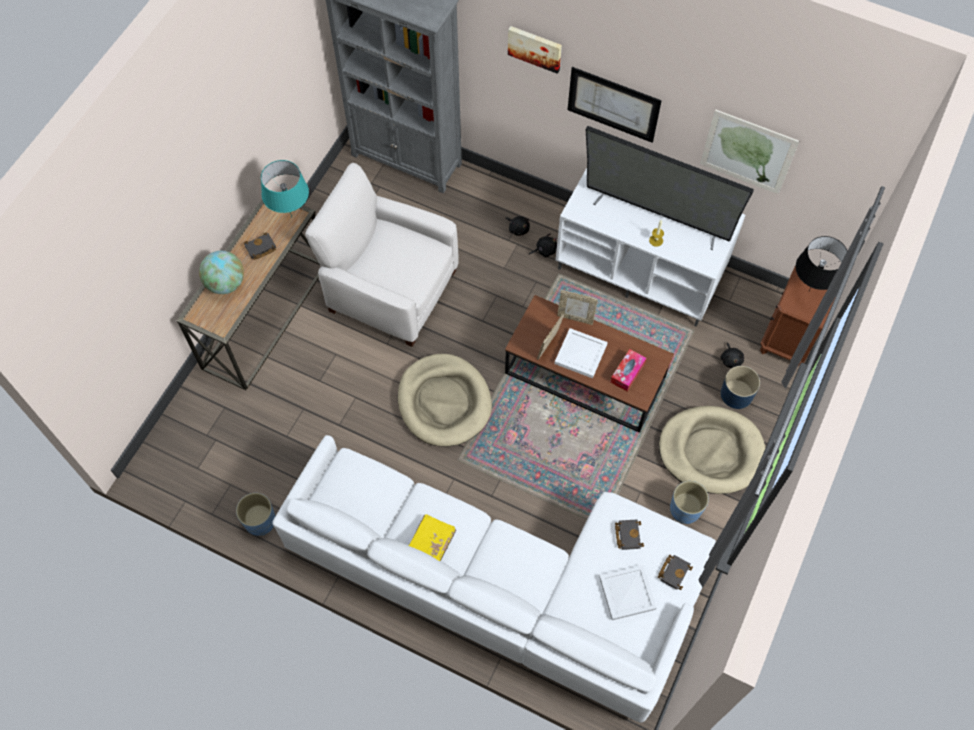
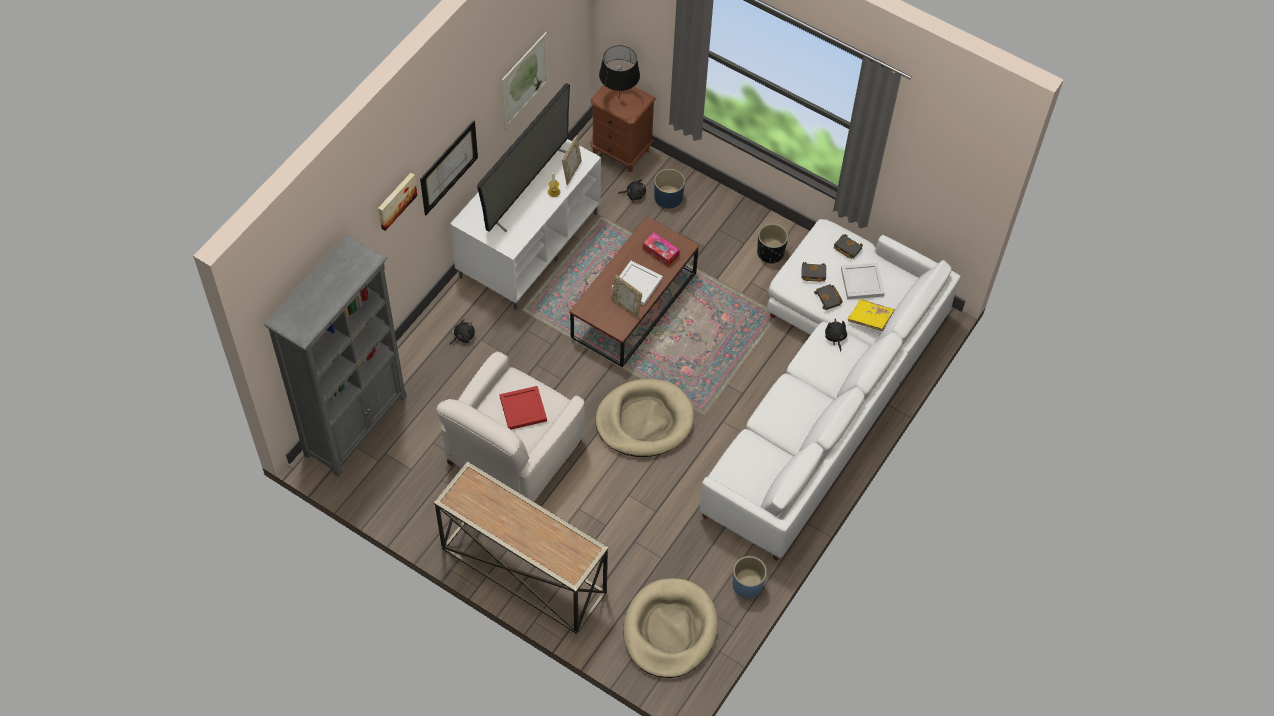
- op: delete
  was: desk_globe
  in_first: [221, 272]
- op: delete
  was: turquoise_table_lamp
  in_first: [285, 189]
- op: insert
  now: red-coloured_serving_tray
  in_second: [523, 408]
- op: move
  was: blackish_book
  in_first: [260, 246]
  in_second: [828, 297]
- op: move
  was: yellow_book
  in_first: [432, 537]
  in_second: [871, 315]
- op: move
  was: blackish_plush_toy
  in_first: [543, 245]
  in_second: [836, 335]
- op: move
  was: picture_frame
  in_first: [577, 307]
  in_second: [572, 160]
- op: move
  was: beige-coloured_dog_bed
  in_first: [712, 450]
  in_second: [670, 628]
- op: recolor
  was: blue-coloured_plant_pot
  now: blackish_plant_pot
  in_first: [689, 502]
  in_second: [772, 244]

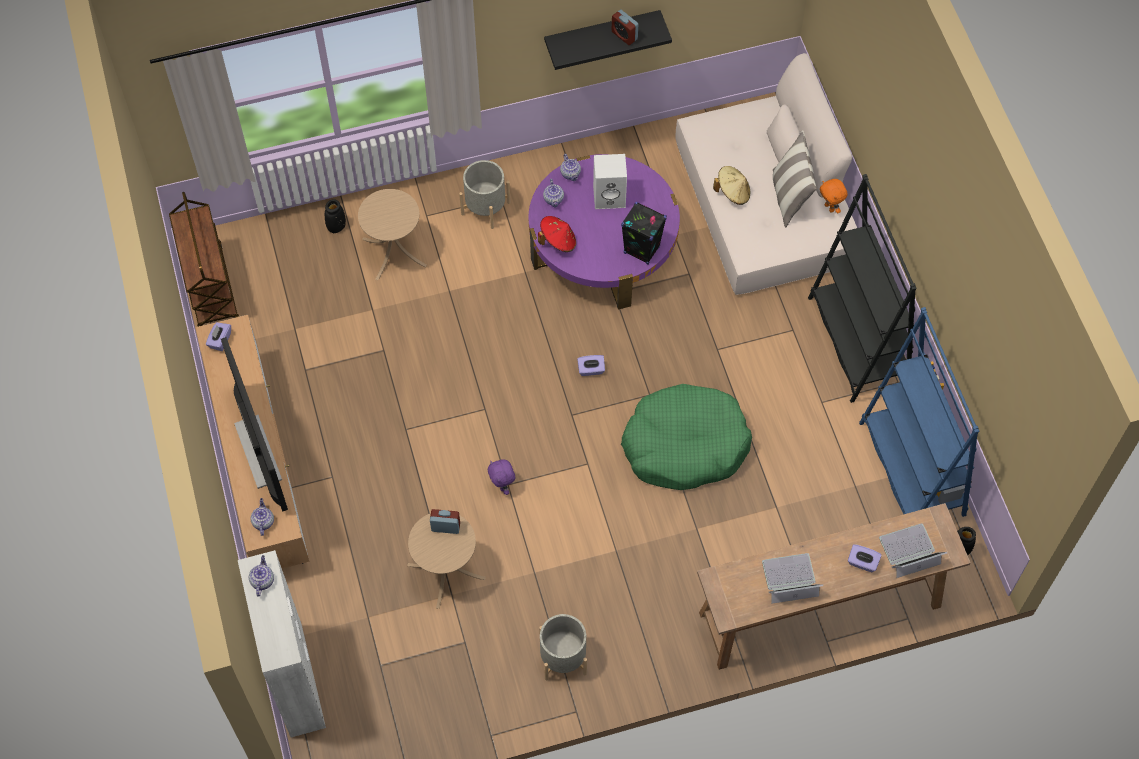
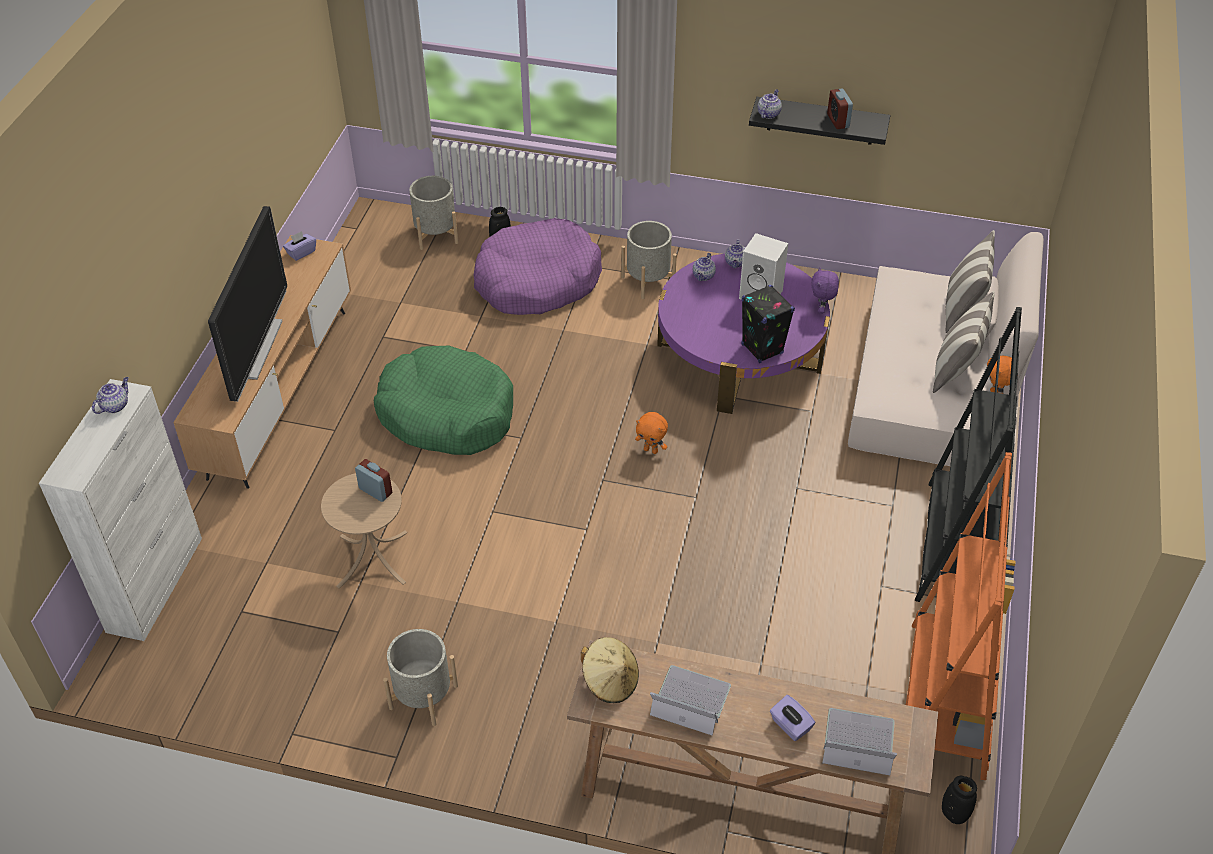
- op: delete
  was: brownish_wheeled_cart
  in_first: [204, 259]
- op: delete
  was: red-coloured_hat
  in_first: [557, 234]
- op: insert
  now: grey_plant_pot
  in_second: [433, 213]
- op: insert
  now: throw_pillow
  in_second: [970, 281]
- op: move
  was: teapot
  in_first: [262, 517]
  in_second: [769, 104]
- op: move
  was: purplish_plush_toy
  in_first: [501, 477]
  in_second: [825, 291]
- op: move
  was: green-coloured_dog_bed
  in_first: [686, 437]
  in_second: [443, 400]
- op: move
  was: beige-coloured_hat
  in_first: [731, 185]
  in_second: [610, 670]
- op: replace
  was: beige-coloured_end_table
  now: purplish_dog_bed
  in_first: [392, 234]
  in_second: [538, 266]
- op: replace
  was: purplish_tissue_holder
  now: orange_plush_toy
  in_first: [591, 365]
  in_second: [651, 433]
- op: recolor
  was: blue-coloured_bookshelf
  now: orange_bookshelf
  in_first: [919, 412]
  in_second: [961, 616]

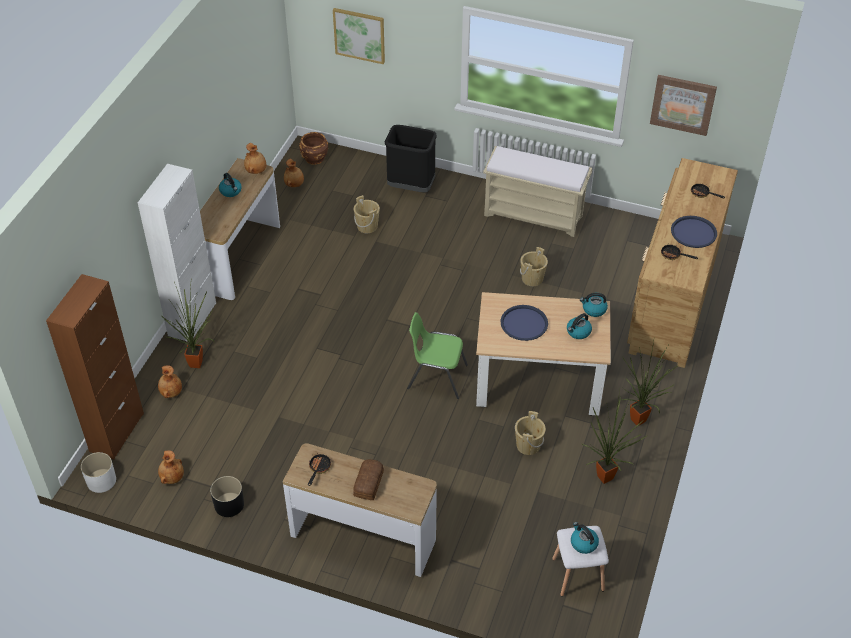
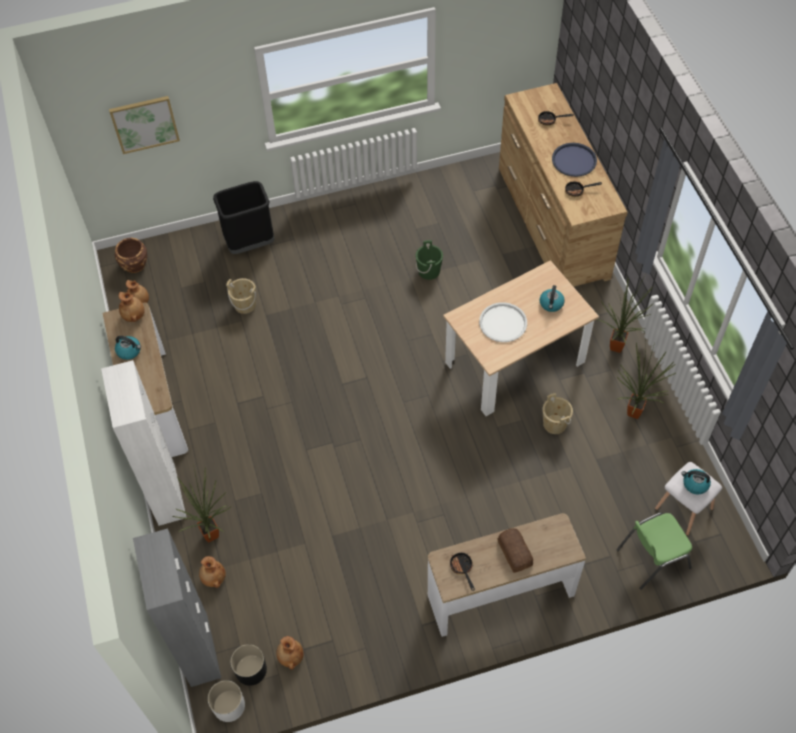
- op: delete
  was: beige-coloured_indoor_bench
  in_first: [537, 191]
- op: delete
  was: water_kettle
  in_first: [594, 305]
- op: delete
  was: picture
  in_first: [683, 105]
- op: move
  was: blackish_plant_pot
  in_first: [227, 496]
  in_second: [249, 665]
- op: move
  was: green-coloured_upright_chair
  in_first: [437, 355]
  in_second: [654, 551]
- op: recolor
  was: brownish_cabinet
  now: grey_cabinet
  in_first: [95, 366]
  in_second: [177, 607]
- op: recolor
  was: blue-coloured_serving_tray
  now: white_serving_tray
  in_first: [524, 323]
  in_second: [503, 322]
- op: recolor
  was: beige-coloured_water_bucket
  now: green-coloured_water_bucket
  in_first: [534, 266]
  in_second: [429, 260]

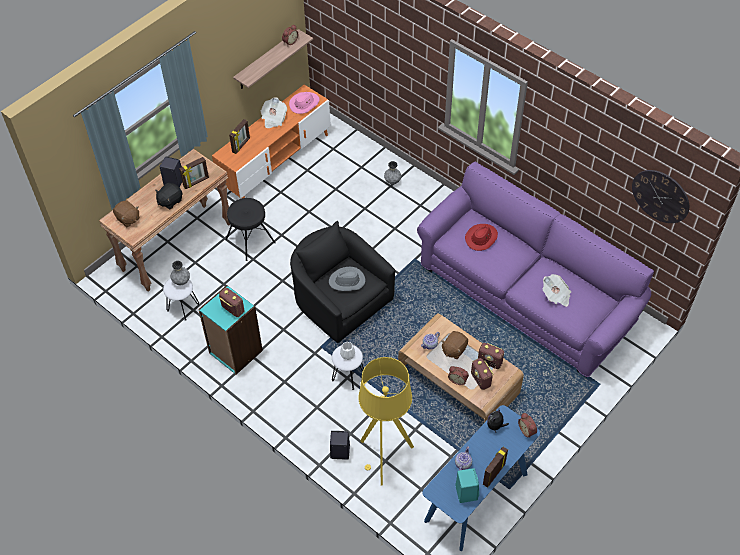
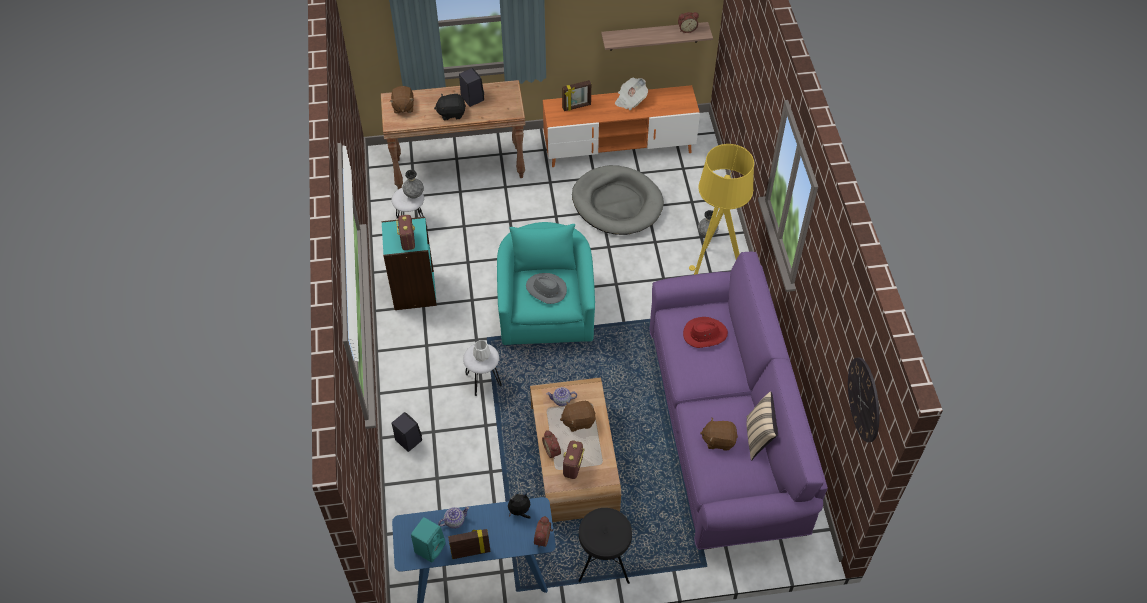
- op: delete
  was: picture_frame
  in_first: [194, 173]
- op: delete
  was: pink_hat
  in_first: [304, 103]
- op: delete
  was: radio
  in_first: [491, 356]
- op: insert
  now: grey_dog_bed
  in_second: [618, 200]
- op: insert
  now: beige-coloured_throw_pillow
  in_second: [762, 425]
- op: move
  was: blackish_sitting_stool
  in_first: [251, 229]
  in_second: [605, 546]
- op: move
  was: yellow_standard_lamp
  in_first: [386, 421]
  in_second: [721, 209]
- op: replace
  was: daily_paper
  now: brownish_plush_toy
  in_first: [557, 290]
  in_second: [719, 434]
- op: recolor
  was: blackish_lounge_chair
  now: turquoise_lounge_chair
  in_first: [342, 282]
  in_second: [546, 283]

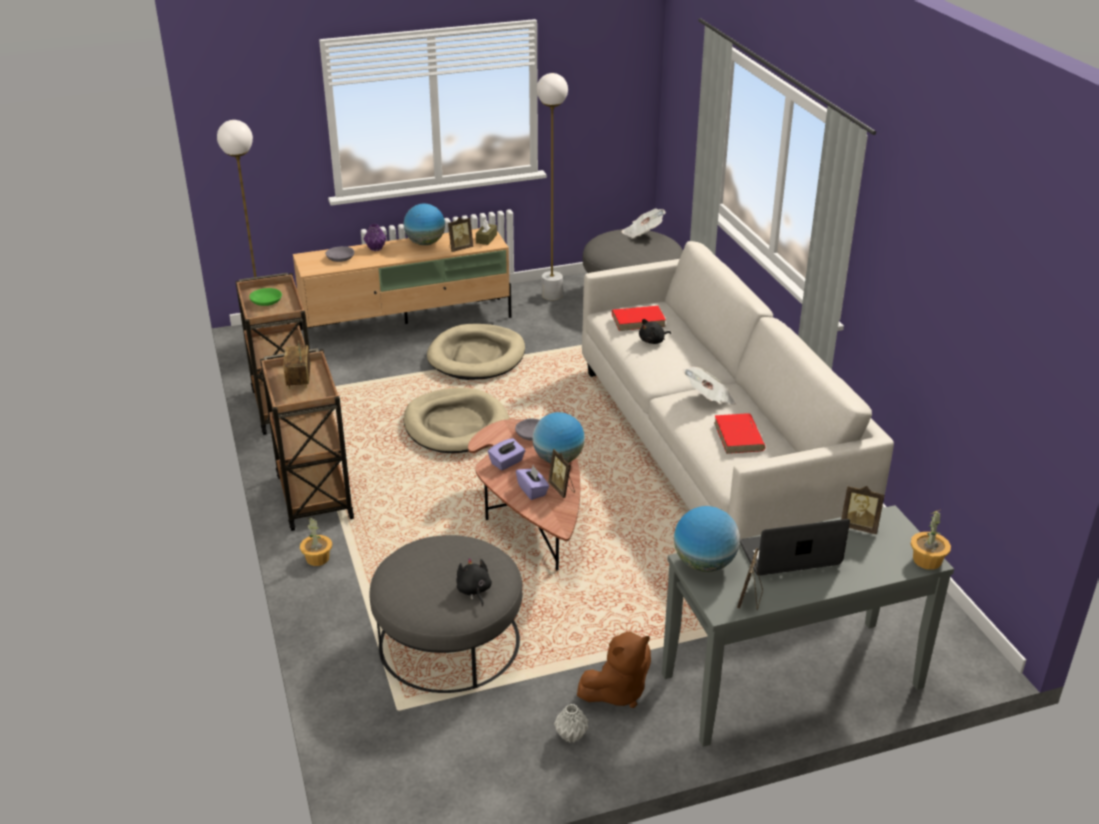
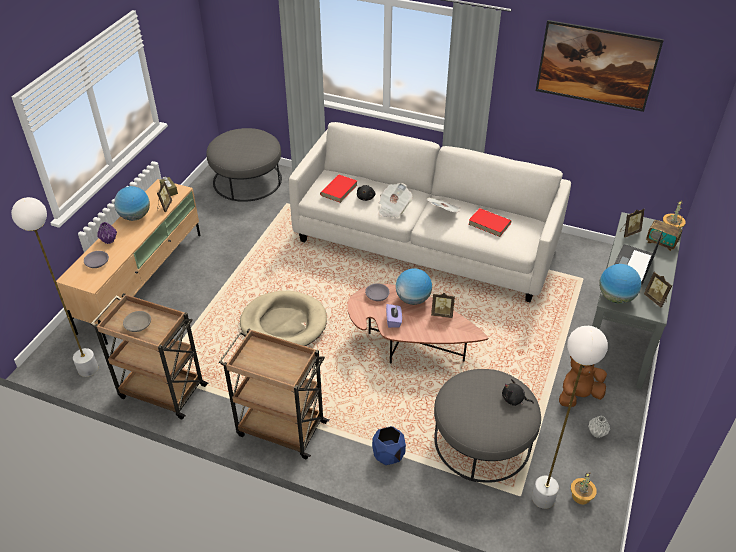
- op: delete
  was: beige-coloured_dog_bed
  in_first: [476, 352]
- op: delete
  was: purplish_tissue_holder
  in_first: [532, 483]
- op: insert
  now: blue-coloured_plant_pot
  in_second: [389, 445]
- op: insert
  now: picture
  in_second: [600, 66]
- op: move
  was: radio
  in_first: [296, 365]
  in_second: [664, 233]
- op: move
  was: houseplant
  in_first: [316, 541]
  in_second: [584, 489]
- op: move
  was: white_standard_lamp
  in_first: [552, 186]
  in_second: [570, 417]
- op: move
  was: daily_paper
  in_first: [644, 224]
  in_second: [395, 200]
- op: recolor
  was: green-coloured_deep_dish
  now: grey_deep_dish
  in_first: [265, 297]
  in_second: [137, 321]
- op: rotate
  was: brownish_plush_toy
  in_first: [614, 669]
  in_second: [583, 381]
  clockwise: -120

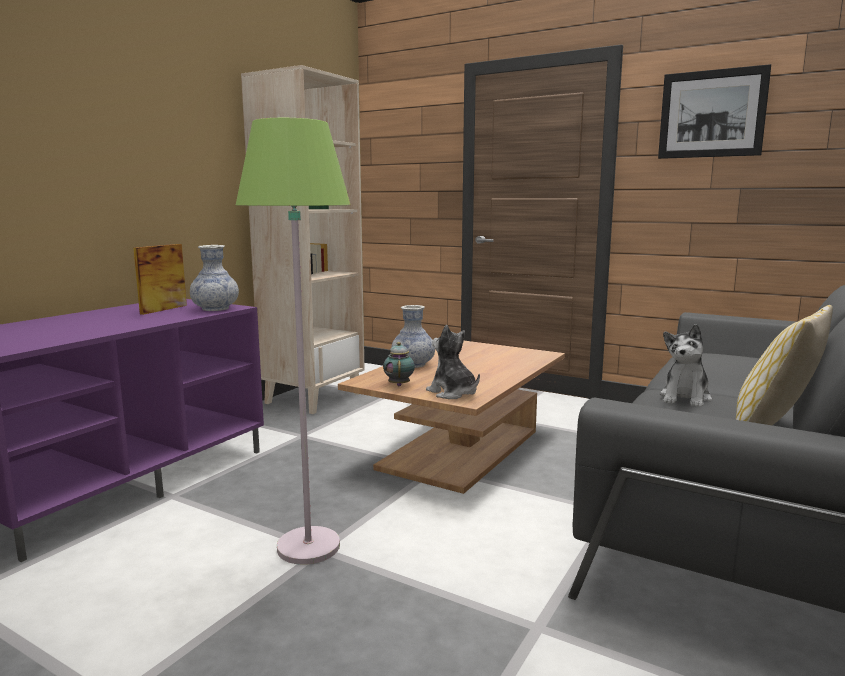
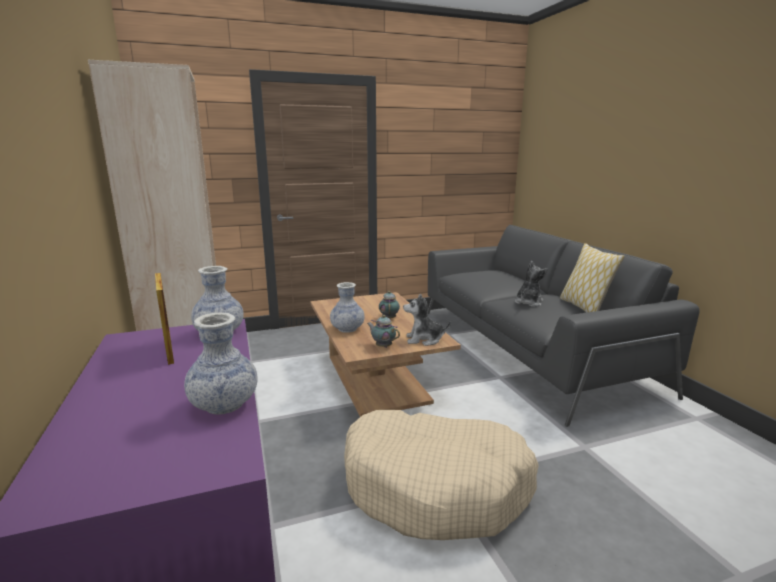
- op: delete
  was: picture
  in_first: [714, 111]
- op: insert
  now: vase
  in_second: [221, 363]
- op: insert
  now: teapot
  in_second: [389, 305]
- op: replace
  was: green-coloured_standard_lamp
  now: beige-coloured_dog_bed
  in_first: [293, 341]
  in_second: [441, 475]
- op: rotate
  was: plush_toy
  in_first: [686, 365]
  in_second: [531, 284]
  clockwise: -120

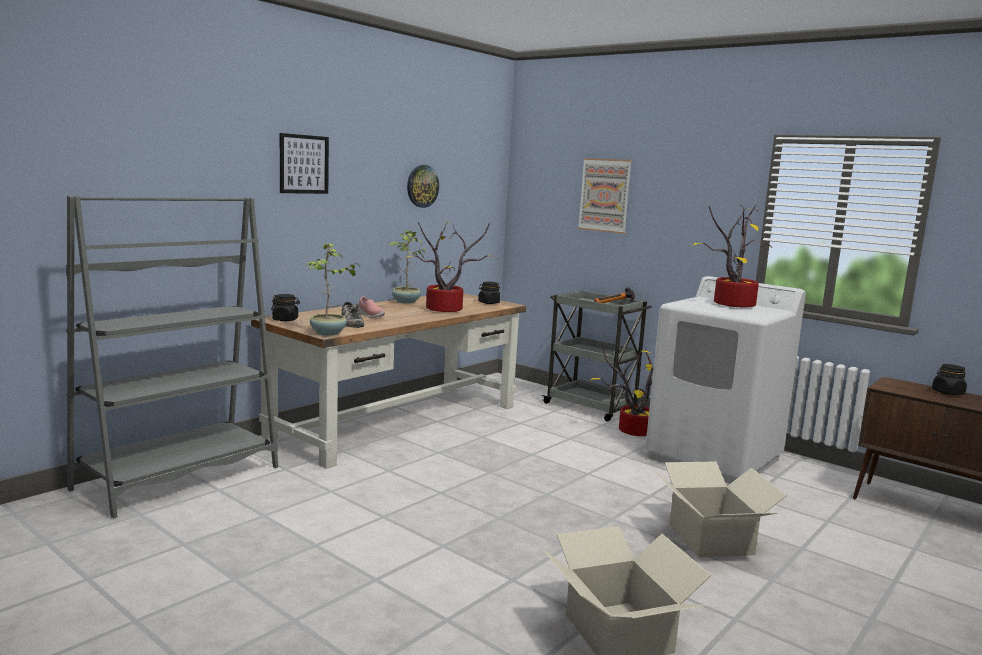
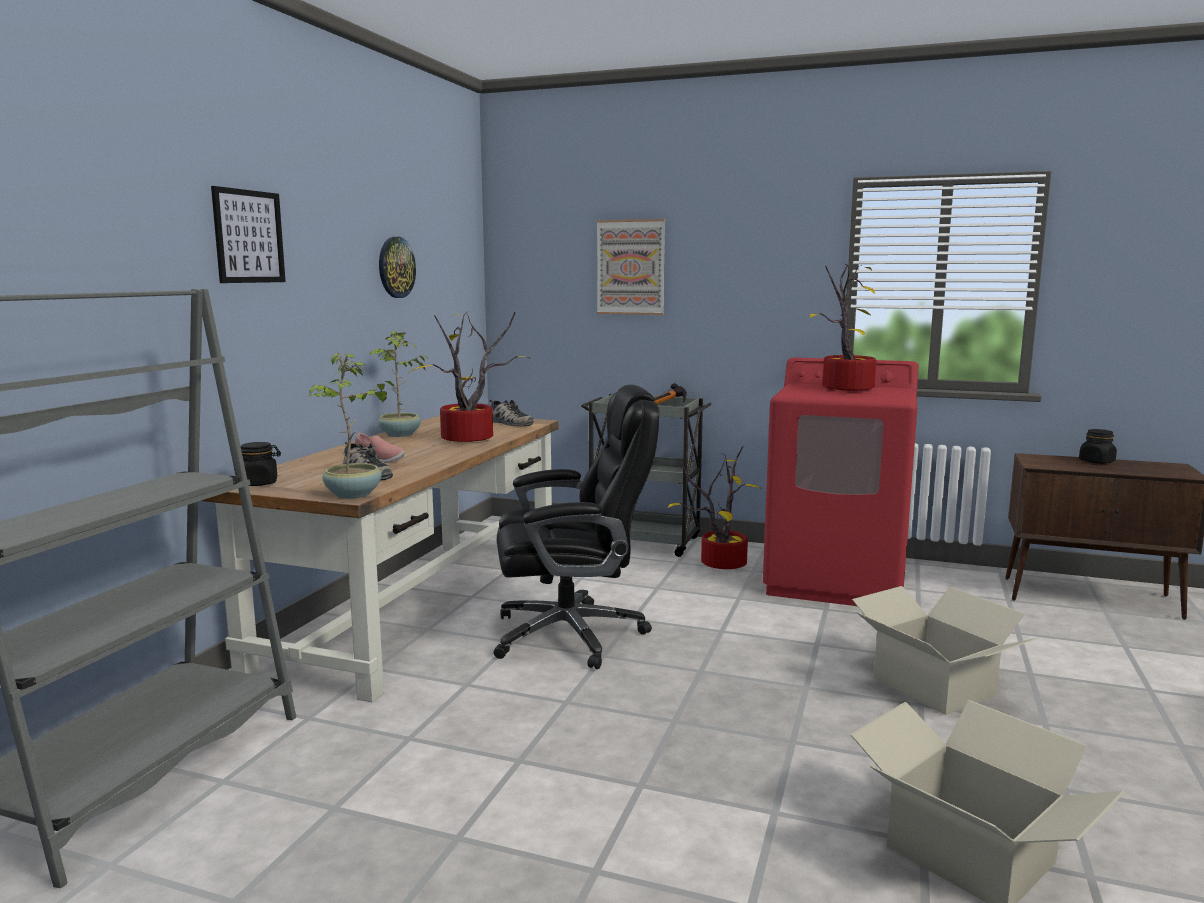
- op: insert
  now: blackish_office_chair
  in_second: [576, 527]
- op: replace
  was: blackish_preserve_jar
  now: low_shoe
  in_first: [489, 293]
  in_second: [511, 413]
- op: recolor
  was: white_washing_machine
  now: red-coloured_washing_machine
  in_first: [725, 380]
  in_second: [841, 481]

